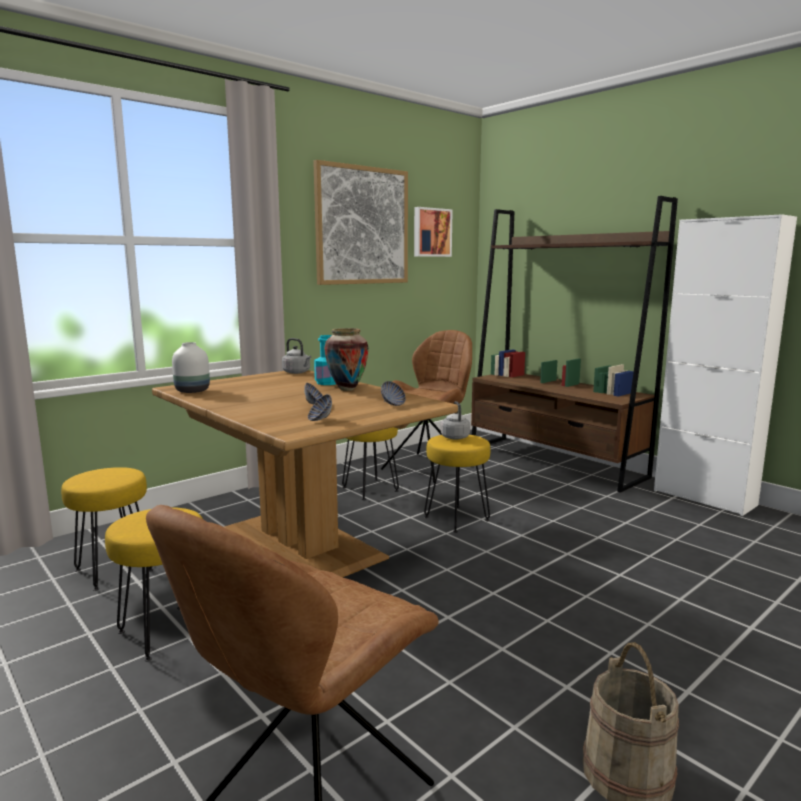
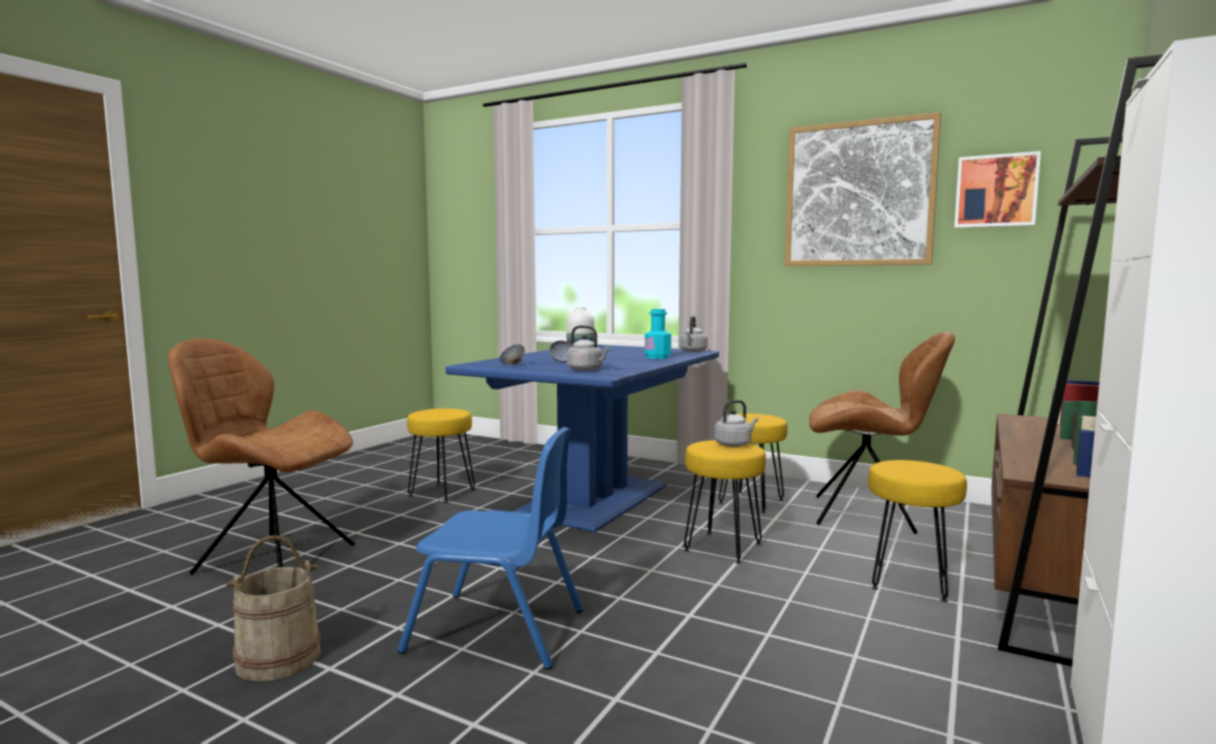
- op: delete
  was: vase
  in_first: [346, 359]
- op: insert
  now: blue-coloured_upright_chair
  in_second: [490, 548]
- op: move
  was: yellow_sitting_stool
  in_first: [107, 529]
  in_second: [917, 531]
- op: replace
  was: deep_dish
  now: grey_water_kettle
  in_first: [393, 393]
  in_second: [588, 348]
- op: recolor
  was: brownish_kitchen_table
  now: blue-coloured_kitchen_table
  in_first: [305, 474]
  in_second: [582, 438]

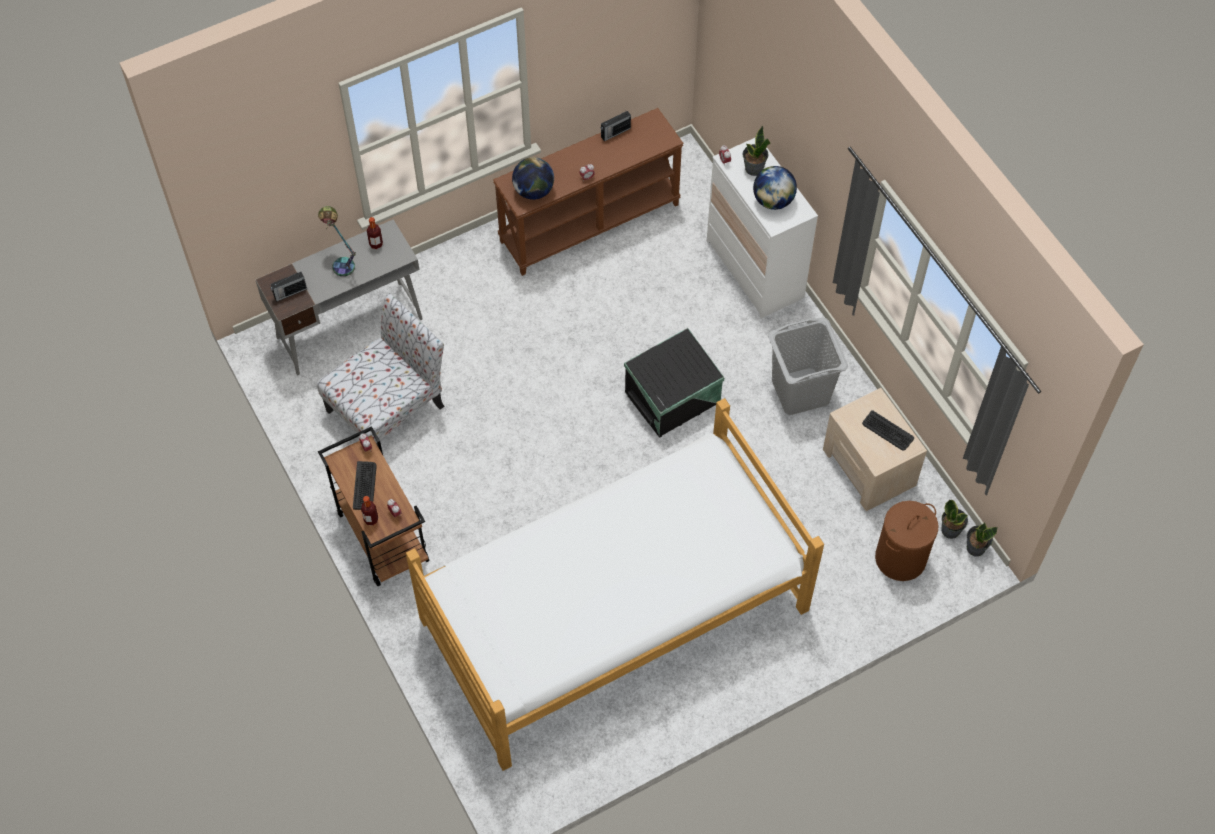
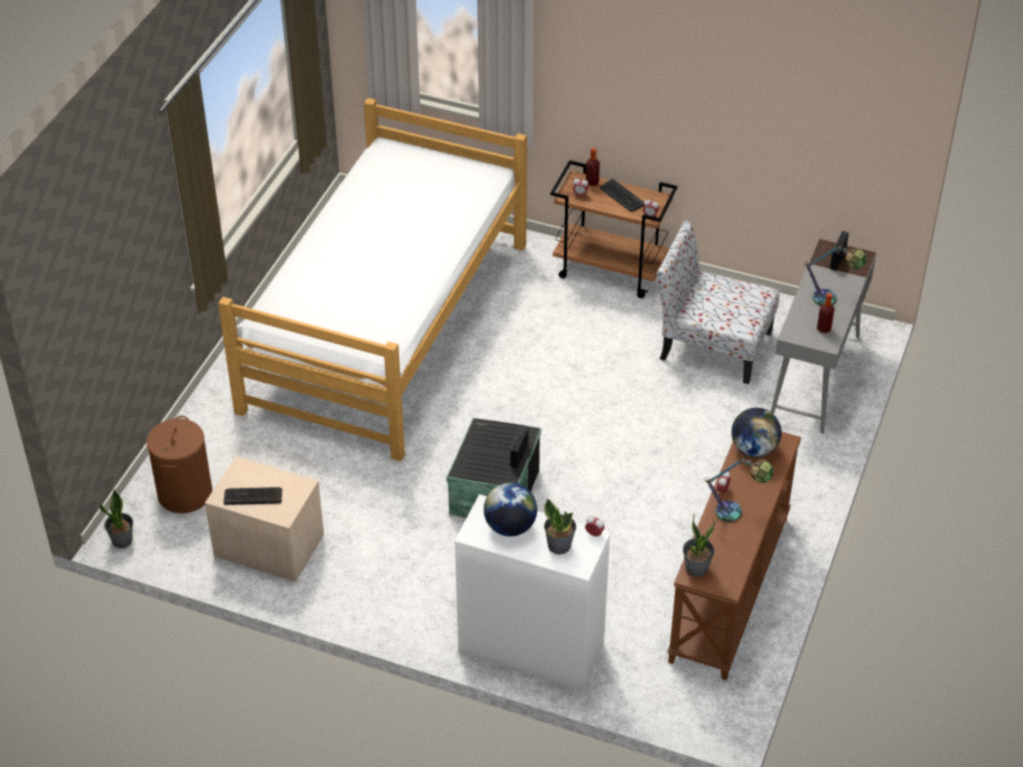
- op: delete
  was: grey_hamper
  in_first: [808, 366]
- op: insert
  now: table_lamp
  in_second: [739, 489]
- op: move
  was: radio
  in_first: [615, 126]
  in_second: [519, 446]
- op: move
  was: houseplant
  in_first: [954, 519]
  in_second: [699, 545]
- op: rotate
  was: upright_chair
  in_first: [380, 369]
  in_second: [718, 302]
  clockwise: 105

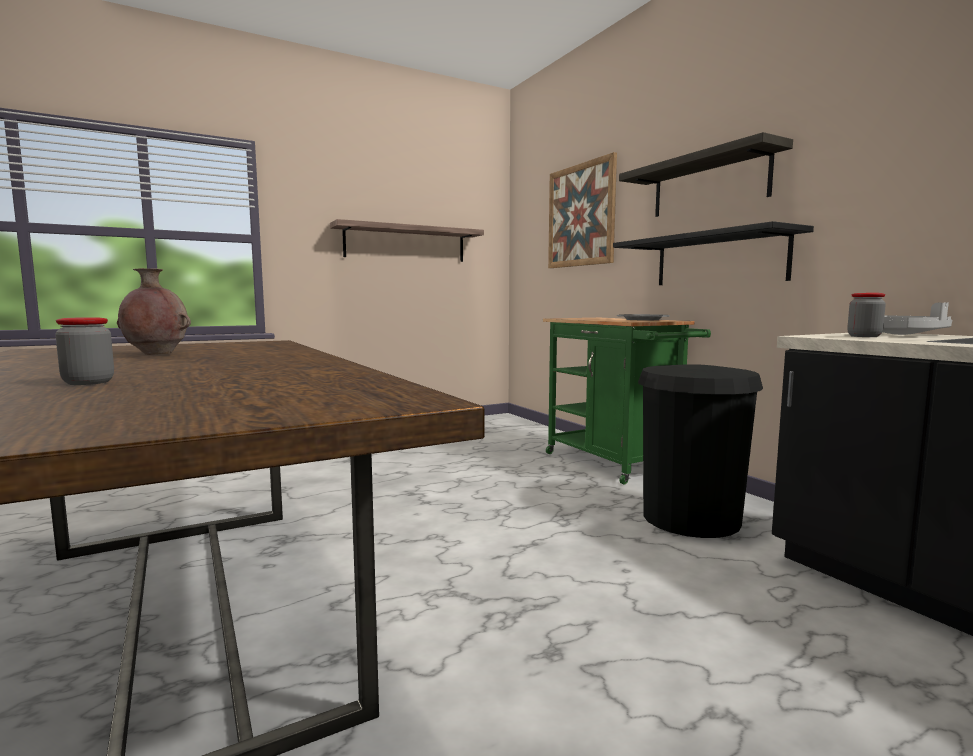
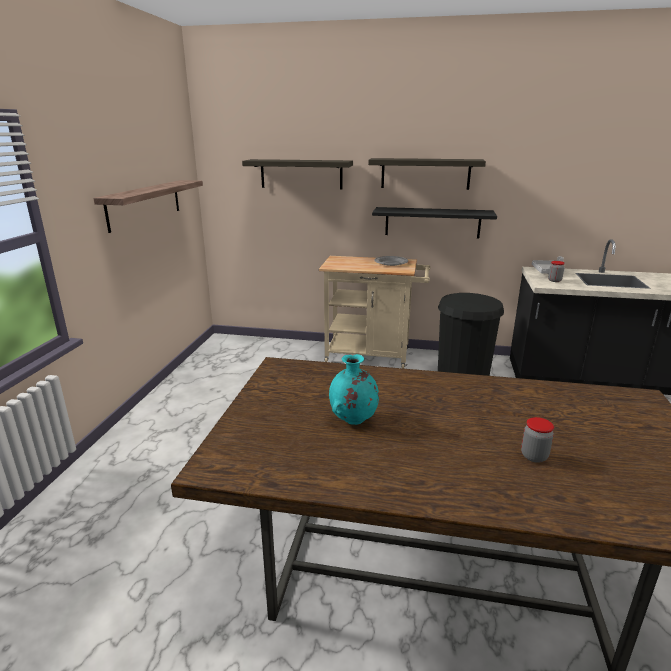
- op: replace
  was: picture
  now: wall_shelf
  in_first: [582, 210]
  in_second: [297, 174]
- op: recolor
  was: brownish_vase
  now: turquoise_vase
  in_first: [154, 311]
  in_second: [354, 389]
- op: recolor
  was: green-coloured_wheeled_cart
  now: beige-coloured_wheeled_cart
  in_first: [627, 401]
  in_second: [374, 312]

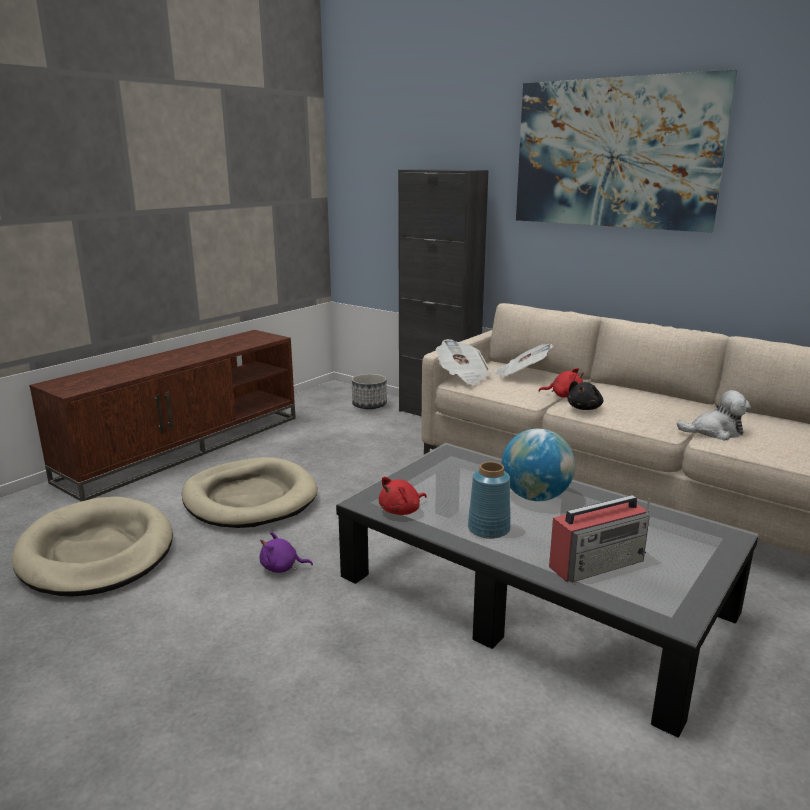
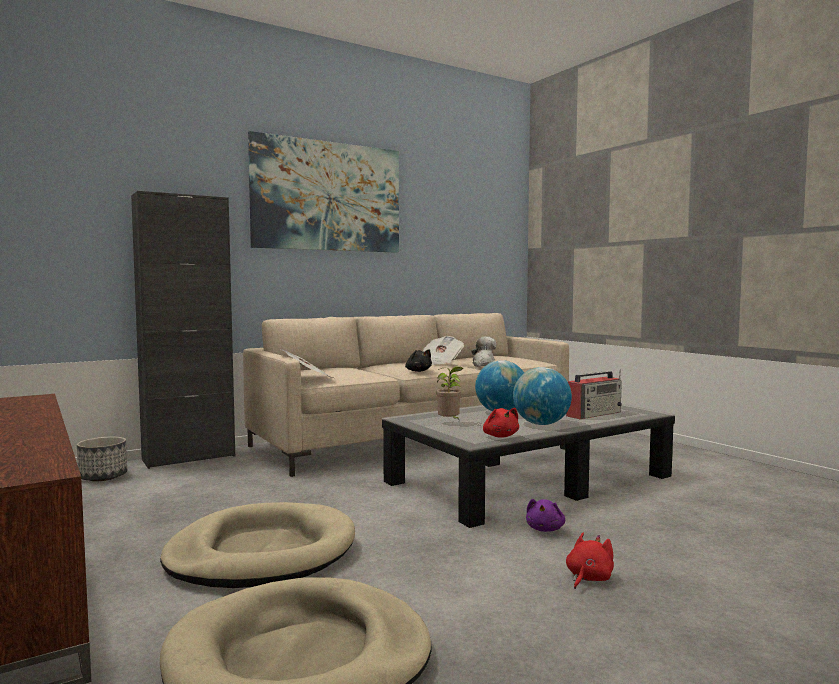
- op: insert
  now: houseplant
  in_second: [450, 392]
- op: move
  was: purplish_plush_toy
  in_first: [286, 552]
  in_second: [545, 515]
- op: move
  was: daily_paper
  in_first: [523, 360]
  in_second: [443, 350]
- op: move
  was: red-coloured_plush_toy
  in_first: [561, 383]
  in_second: [590, 561]
- op: replace
  was: blue-coloured_vase
  now: desk_globe
  in_first: [489, 500]
  in_second: [542, 396]
- op: rotate
  was: radio
  in_first: [599, 538]
  in_second: [594, 394]
  clockwise: 60

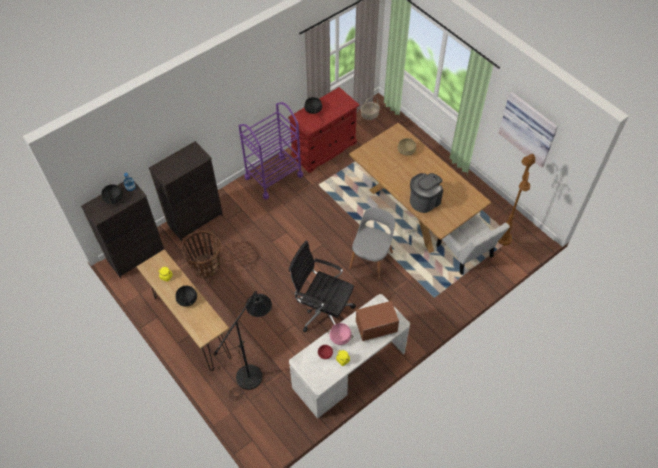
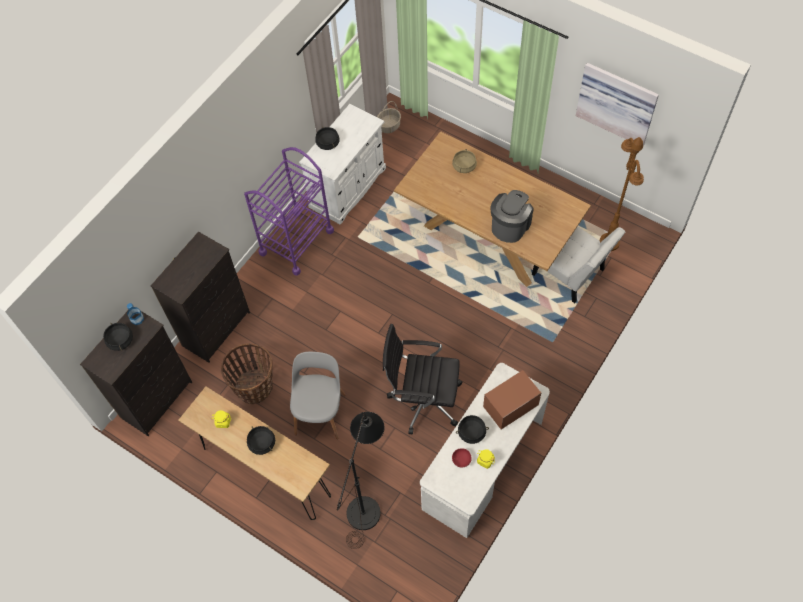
- op: move
  was: grey_upright_chair
  in_first: [372, 243]
  in_second: [318, 395]
- op: recolor
  was: red-coloured_cabinet
  now: white_cabinet
  in_first: [323, 130]
  in_second: [342, 164]
- op: recolor
  was: pink_saucepot
  now: blackish_saucepot
  in_first: [340, 334]
  in_second: [472, 429]

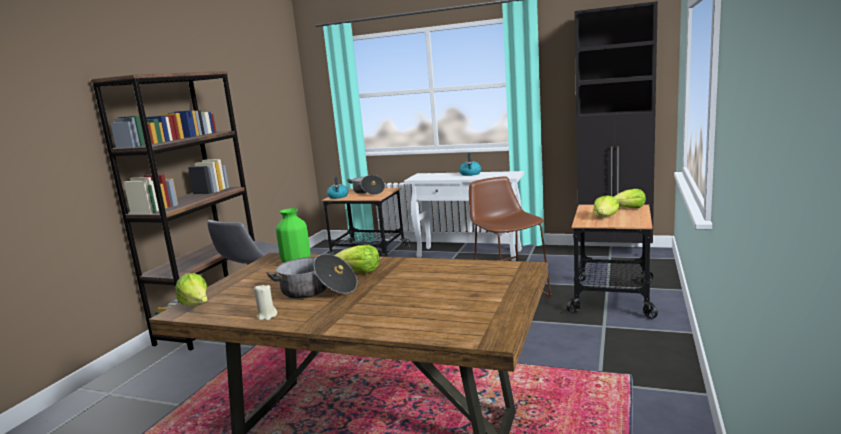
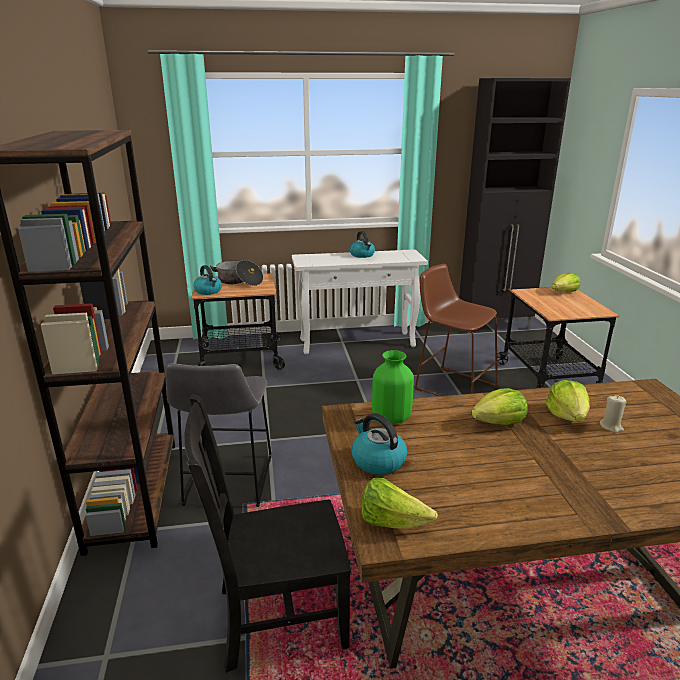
- op: delete
  was: saucepot
  in_first: [311, 276]
- op: insert
  now: blackish_upright_chair
  in_second: [267, 533]
- op: insert
  now: water_kettle
  in_second: [379, 444]
- op: move
  was: beige-coloured_wax_candle
  in_first: [265, 302]
  in_second: [613, 414]
- op: move
  was: head_of_lettuce
  in_first: [606, 206]
  in_second: [568, 401]

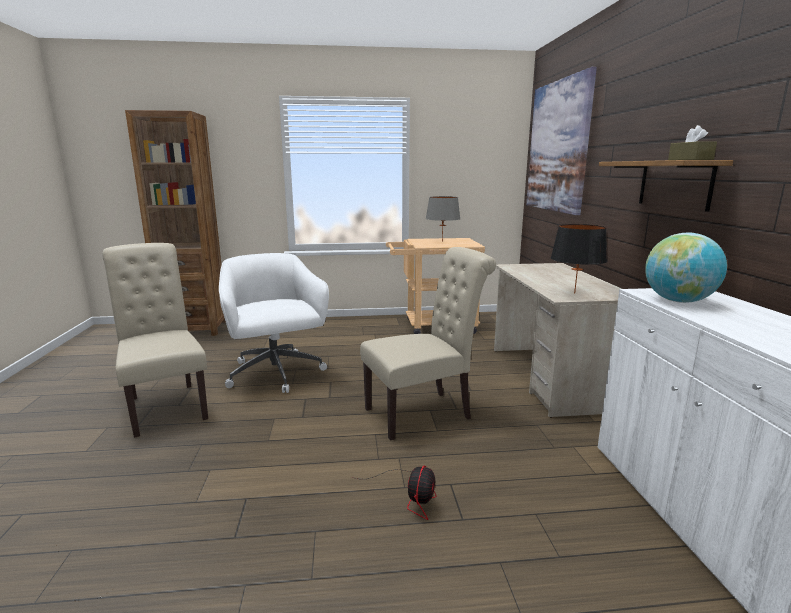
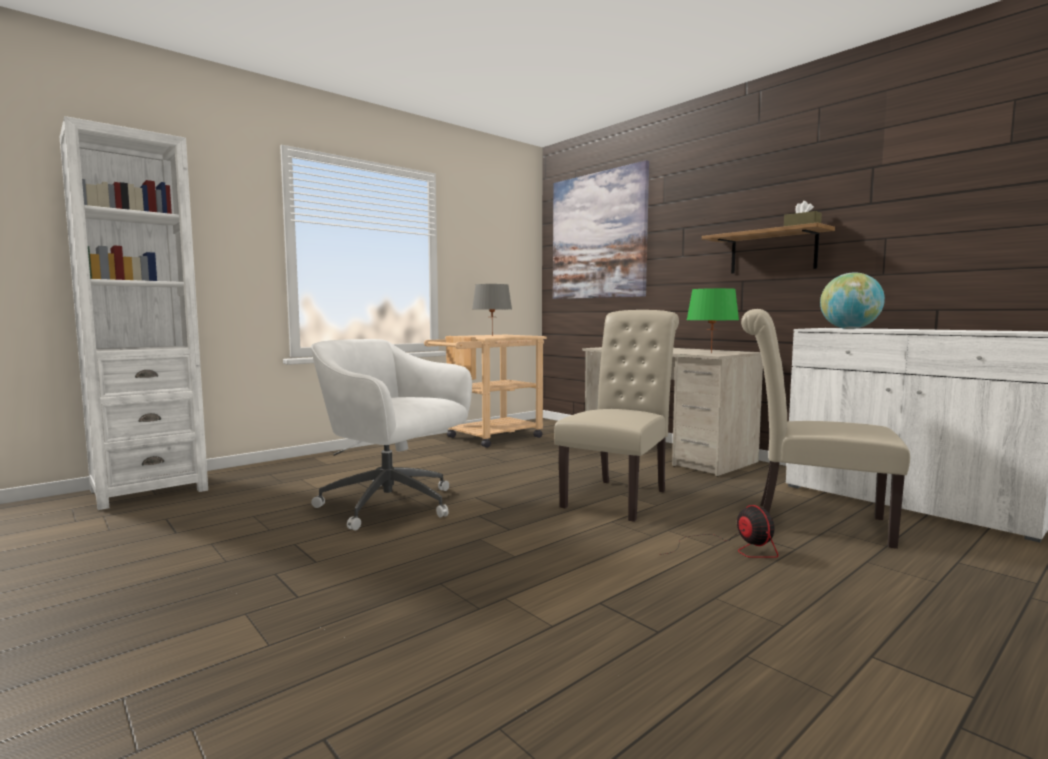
- op: move
  was: beige-coloured_upright_chair
  in_first: [155, 340]
  in_second: [825, 429]
- op: recolor
  was: brownish_bookshelf
  now: white_bookshelf
  in_first: [175, 223]
  in_second: [134, 313]
- op: recolor
  was: blackish_table_lamp
  now: green-coloured_table_lamp
  in_first: [579, 258]
  in_second: [713, 320]

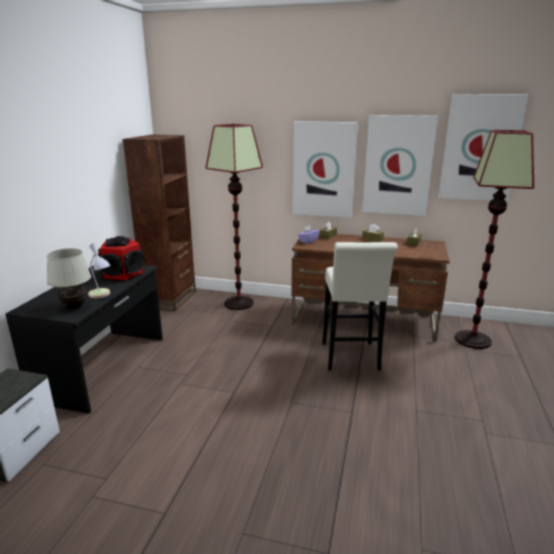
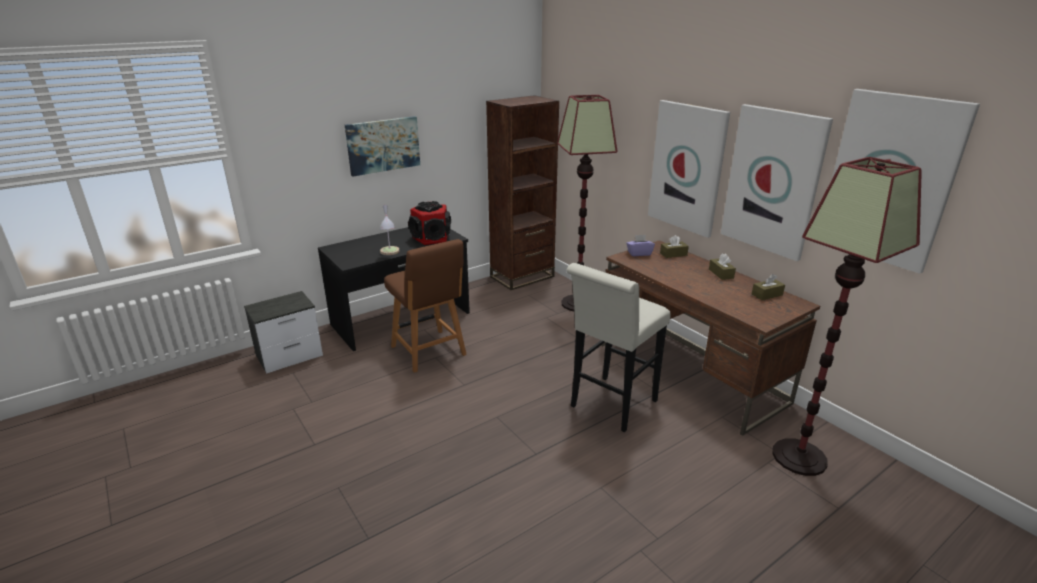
- op: delete
  was: white_table_lamp
  in_first: [69, 278]
- op: insert
  now: picture
  in_second: [382, 146]
- op: insert
  now: brownish_upright_chair
  in_second: [425, 306]

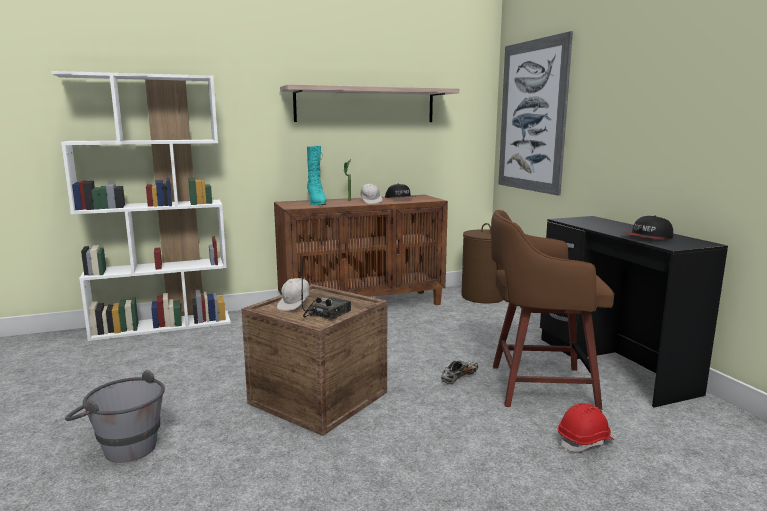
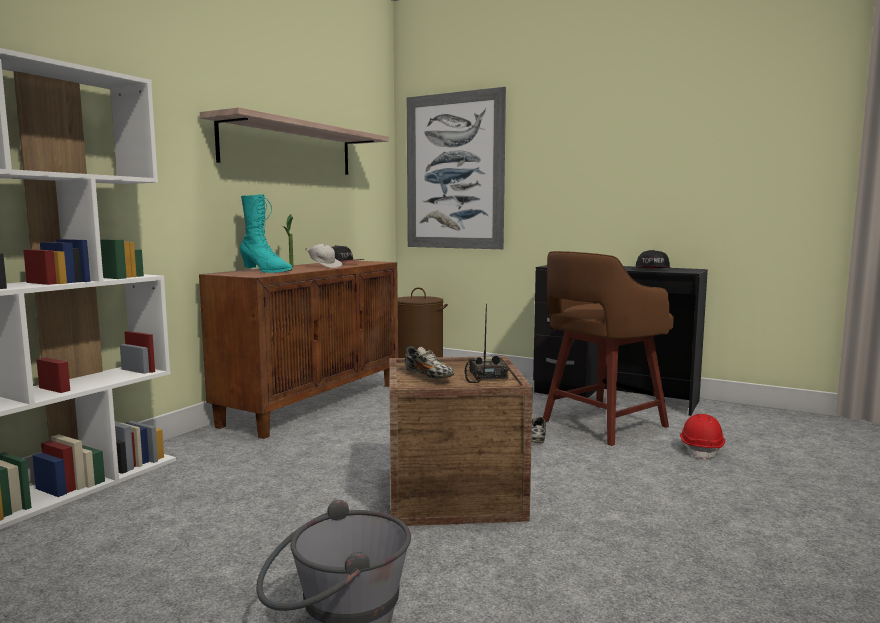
- op: replace
  was: white_peaked_cap
  now: low_shoe
  in_first: [293, 294]
  in_second: [430, 362]

